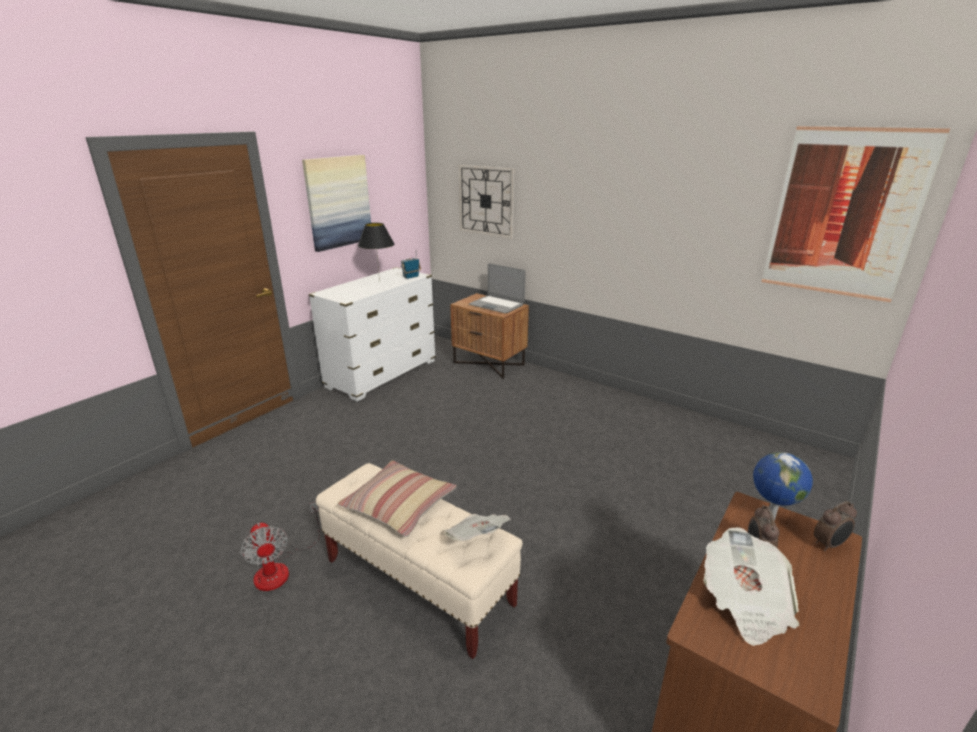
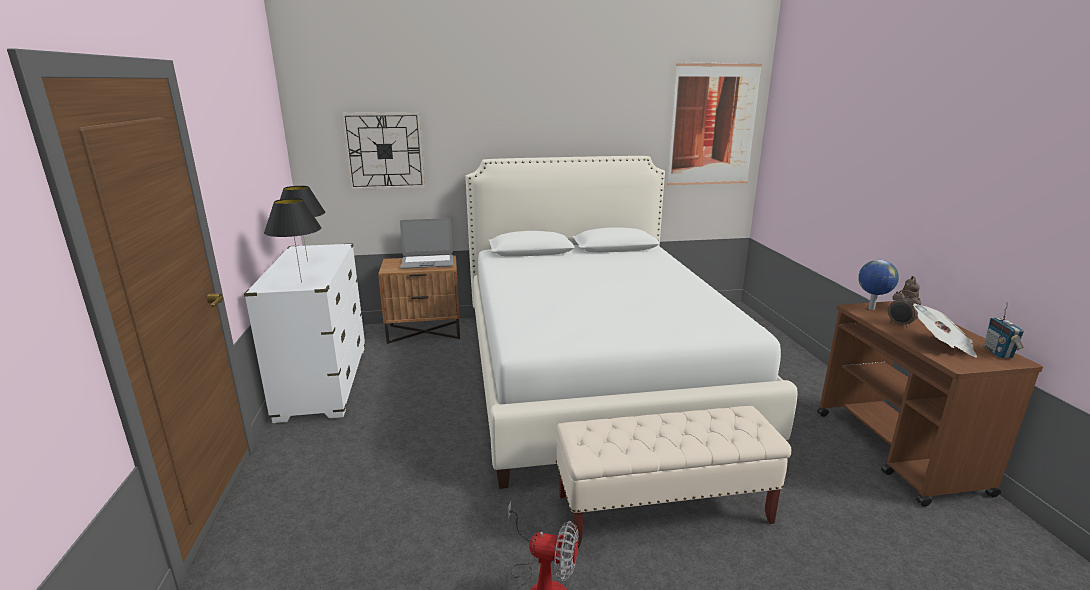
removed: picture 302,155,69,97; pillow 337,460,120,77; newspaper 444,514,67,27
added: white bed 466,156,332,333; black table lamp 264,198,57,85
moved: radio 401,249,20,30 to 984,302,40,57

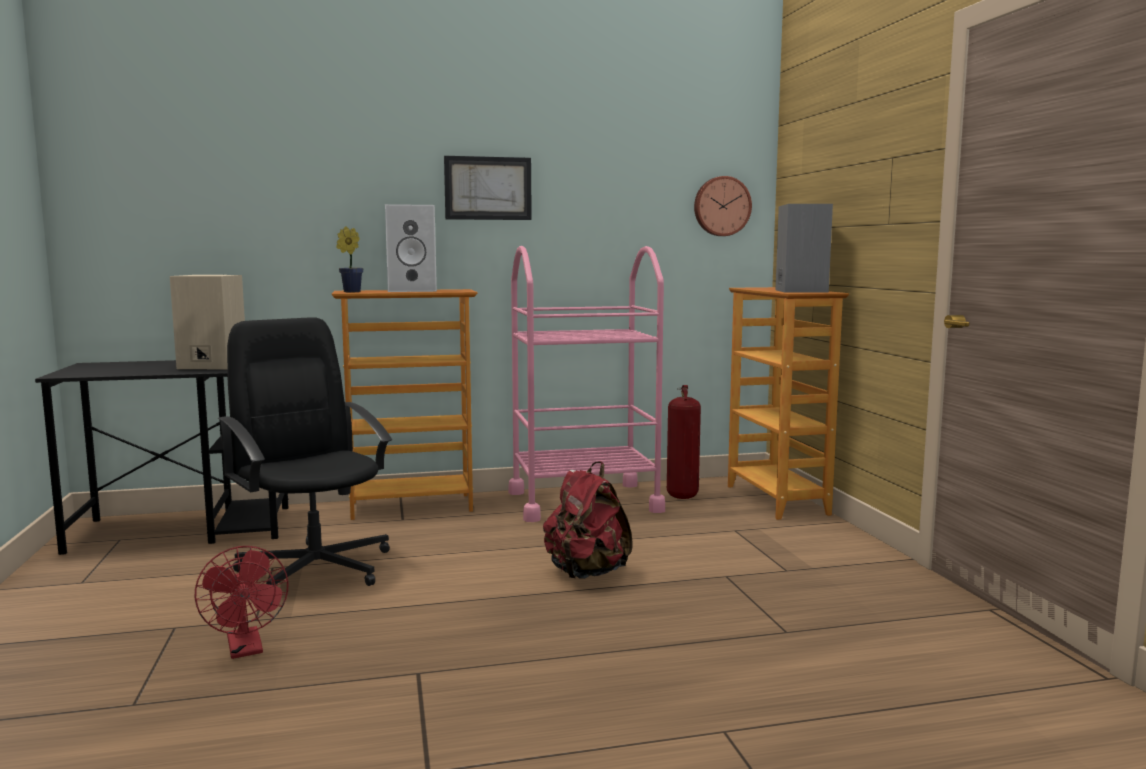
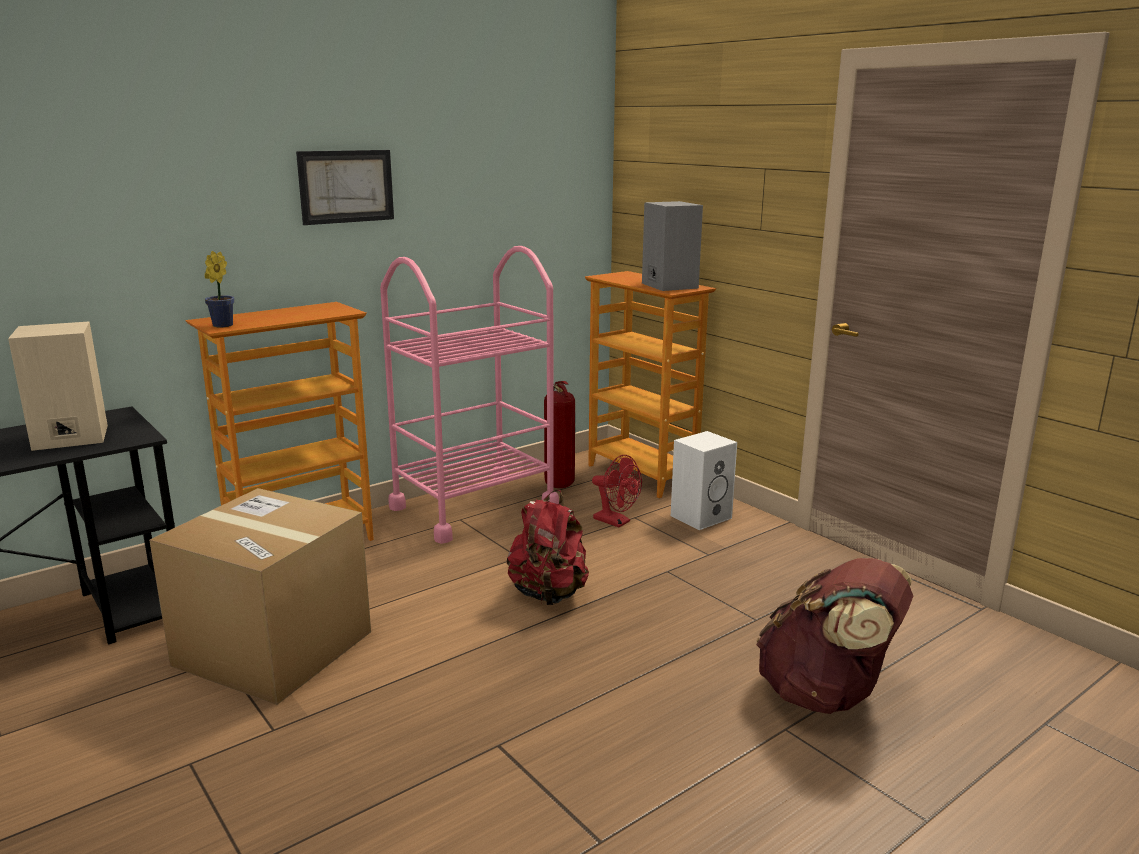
removed: wall clock 694,176,58,60
added: brown backpack 756,558,157,156
moved: white speaker 385,204,52,88 to 671,431,66,99; red fan 195,546,94,113 to 592,455,50,72
replaced: black office chair 217,317,175,269 to cardboard box 149,488,222,217

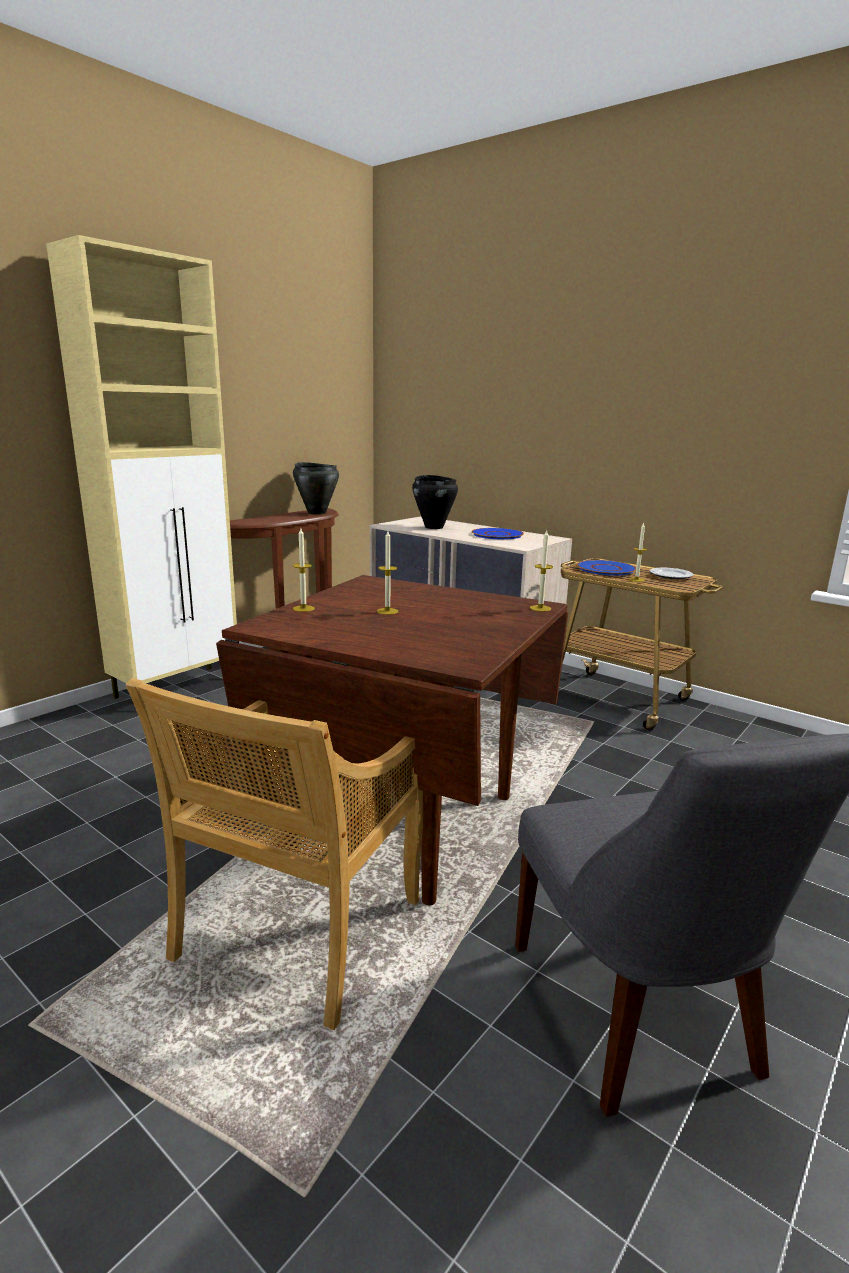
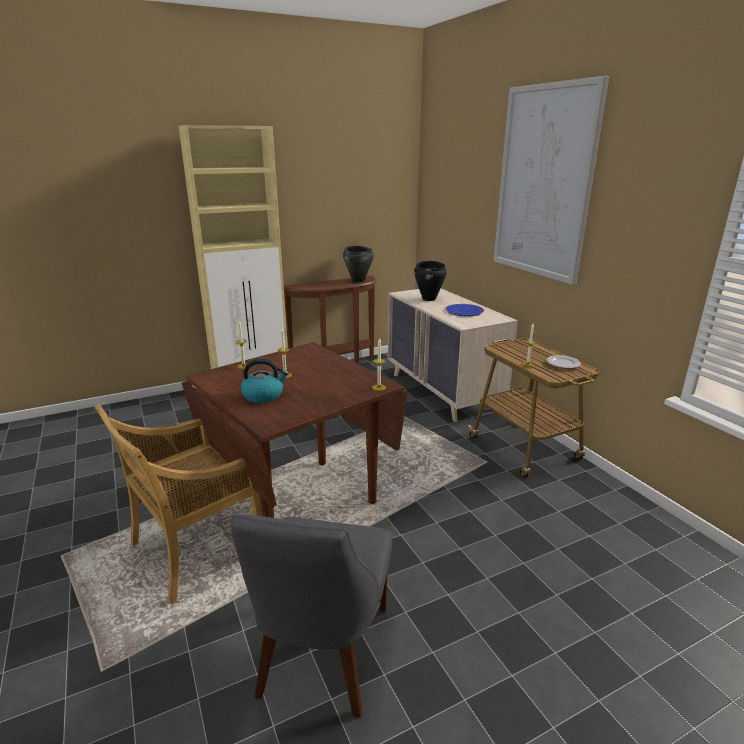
removed: blue plate 577,560,59,16
added: picture 493,76,116,209; kettle 241,359,48,44

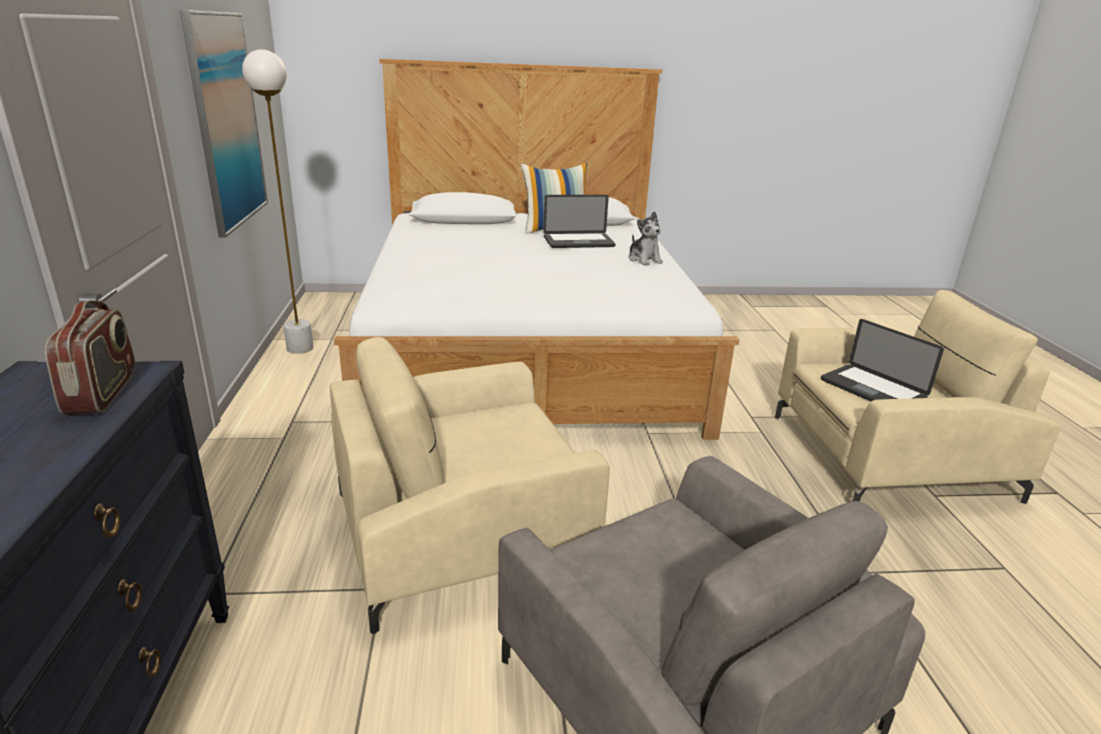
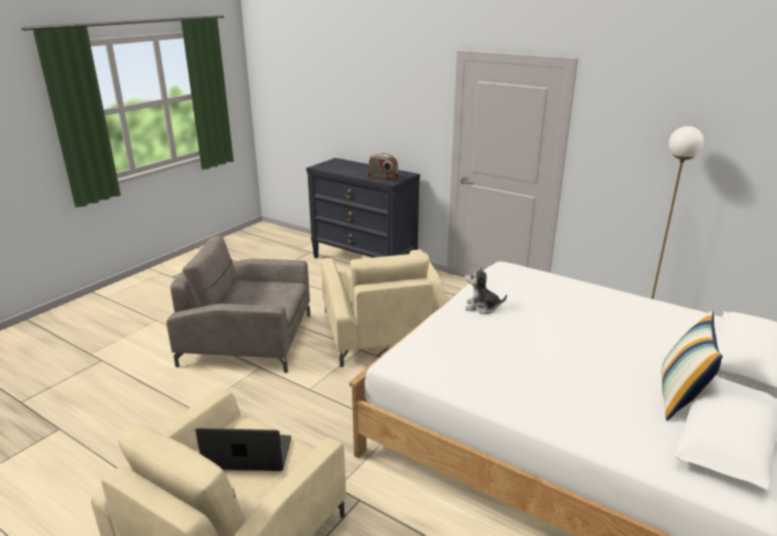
removed: picture 180,10,88,228; laptop 543,195,73,53
moved: plush toy 628,211,35,54 to 465,267,42,47
turned: beige armchair 330,337,280,297 = 321,250,128,117 150 degrees clockwise

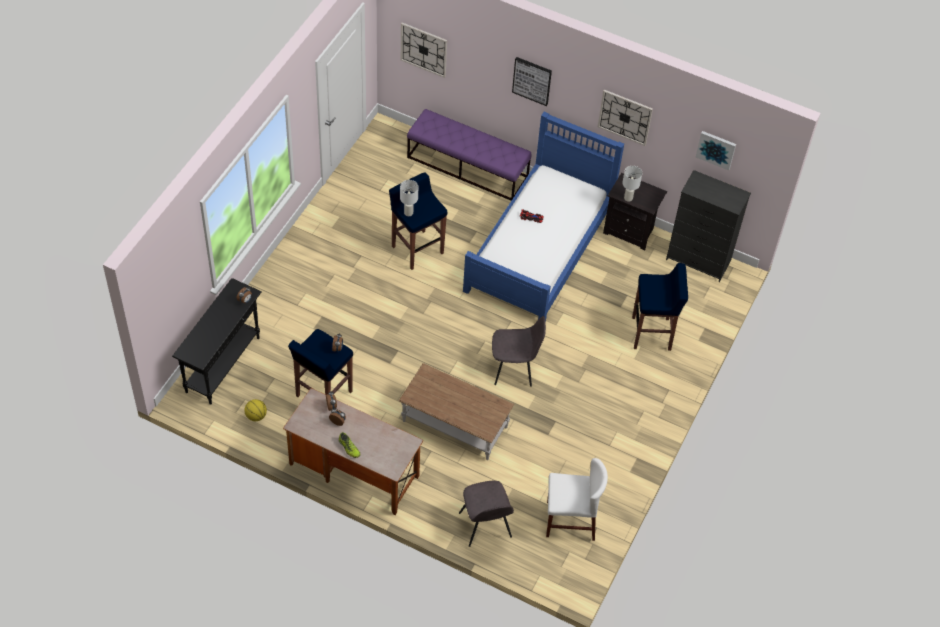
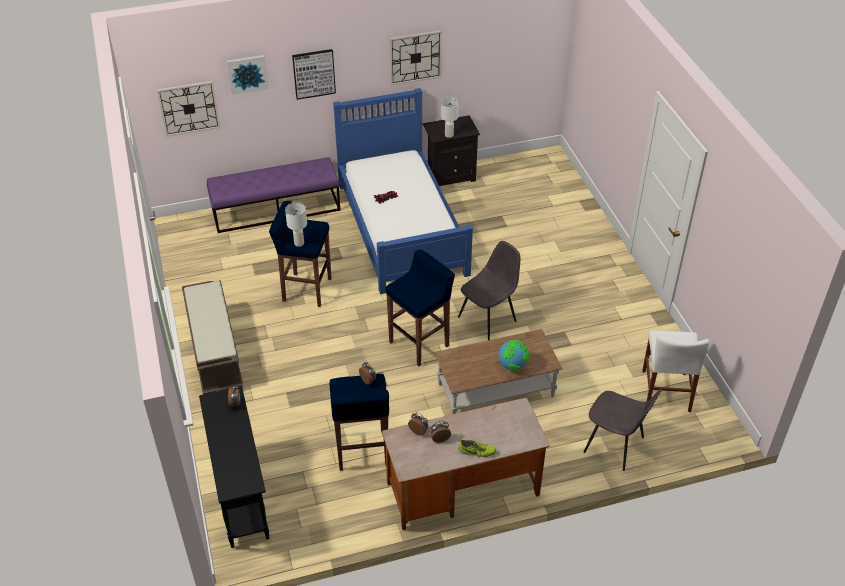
removed: black dresser 666,170,85,112; basketball 244,399,23,22
added: brown bench 182,280,61,114; globe 498,340,31,31
moved: picture 696,131,40,39 to 227,55,42,40; blue stool 632,263,56,88 to 386,249,69,117
turned: white chair 546,458,62,83 = 642,330,67,82 135 degrees clockwise

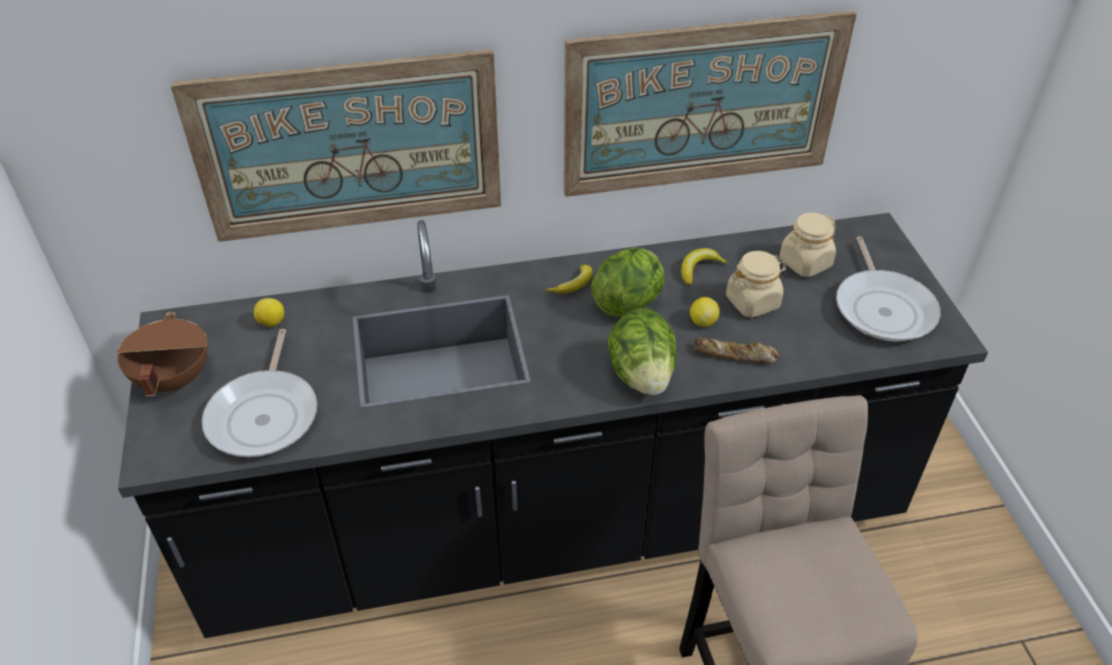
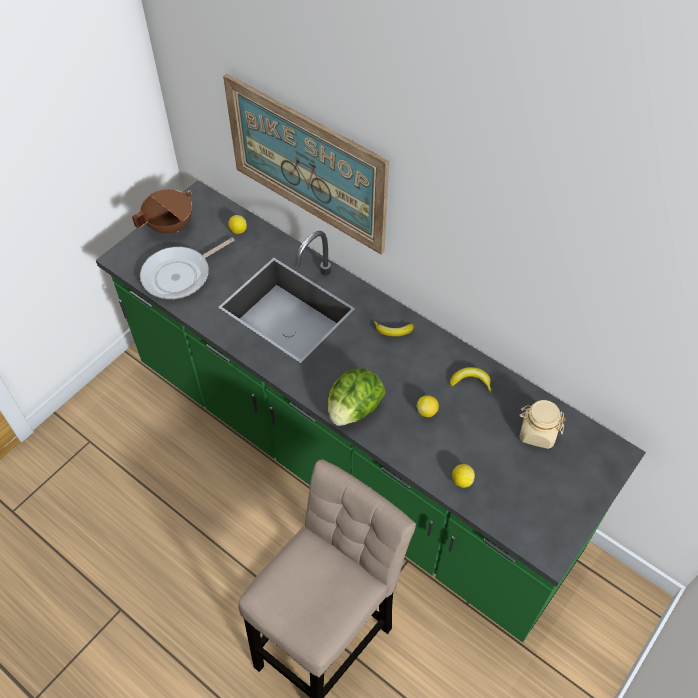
removed: picture 564,10,293,187; frying pan 836,236,105,105; lettuce 591,247,74,71; beige jar 726,251,60,67; bread 694,338,86,26
added: lemon 452,464,23,24
recoloured: black counter 118,213,870,425 to green counter 96,180,550,462

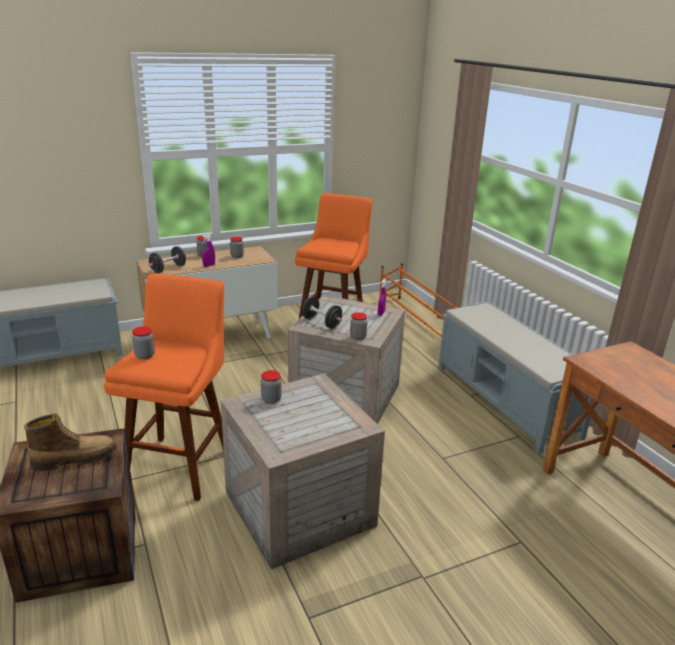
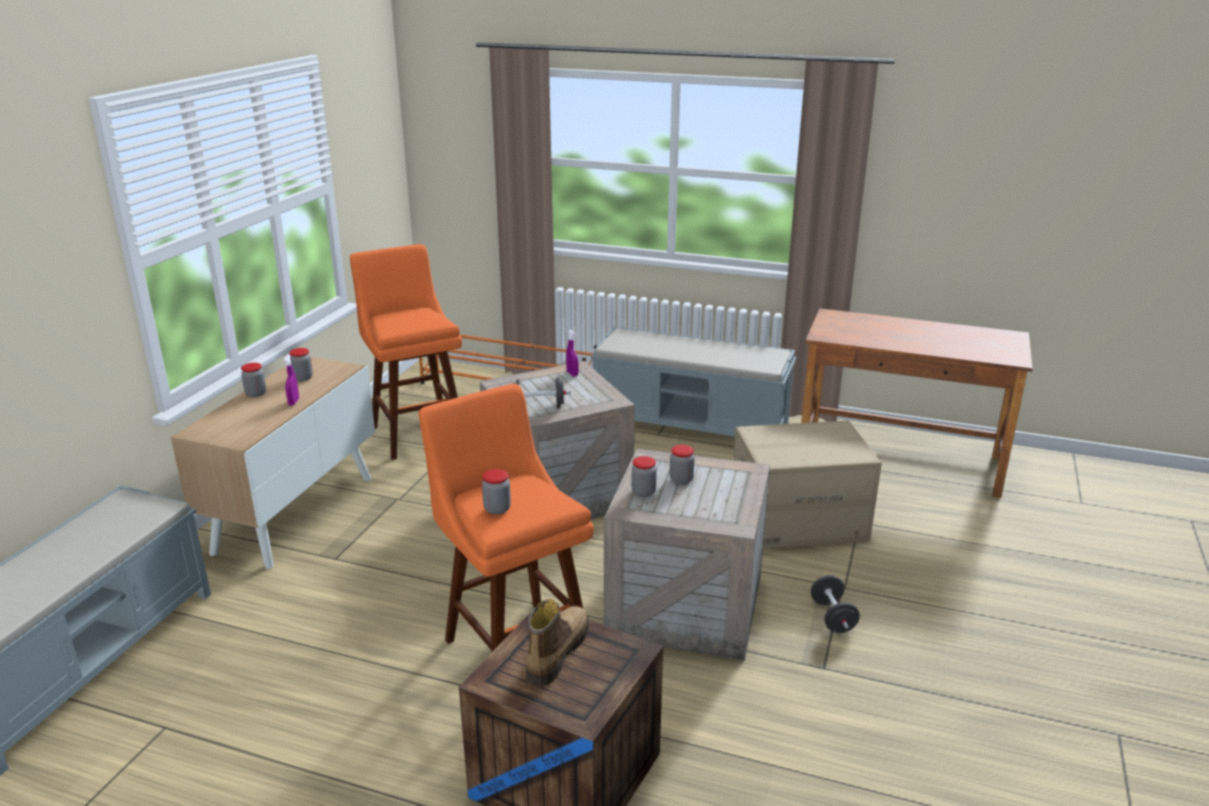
added: cardboard box 733,421,149,128
moved: black dumbbell 149,246,37,27 to 811,575,49,58; jar 350,312,18,28 to 670,445,25,40

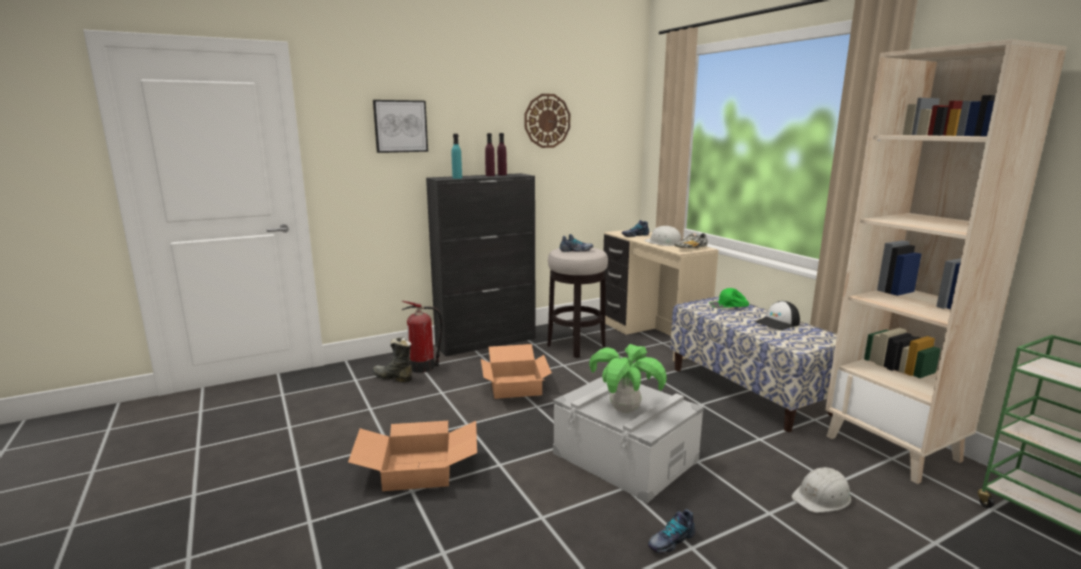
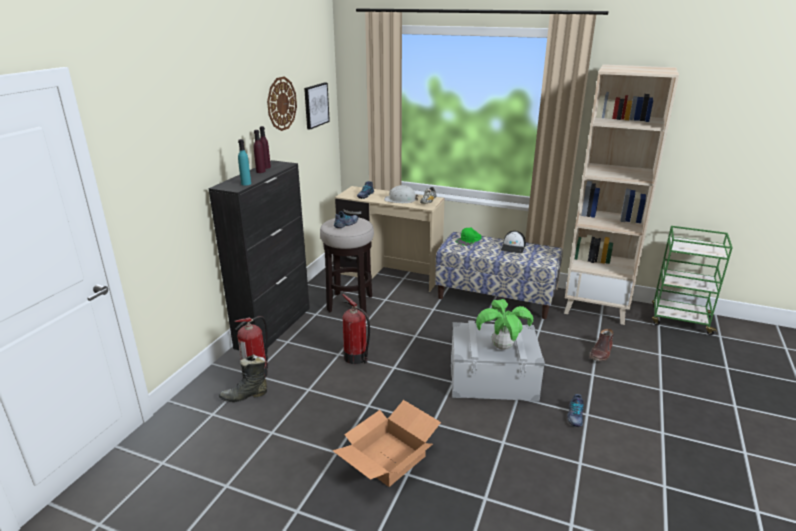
moved: picture 373,100,55,53 to 304,83,26,47
replaced: cardboard box 481,344,71,55 to fire extinguisher 342,294,28,70; white hard hat 792,467,59,46 to brown boot 589,328,25,33

